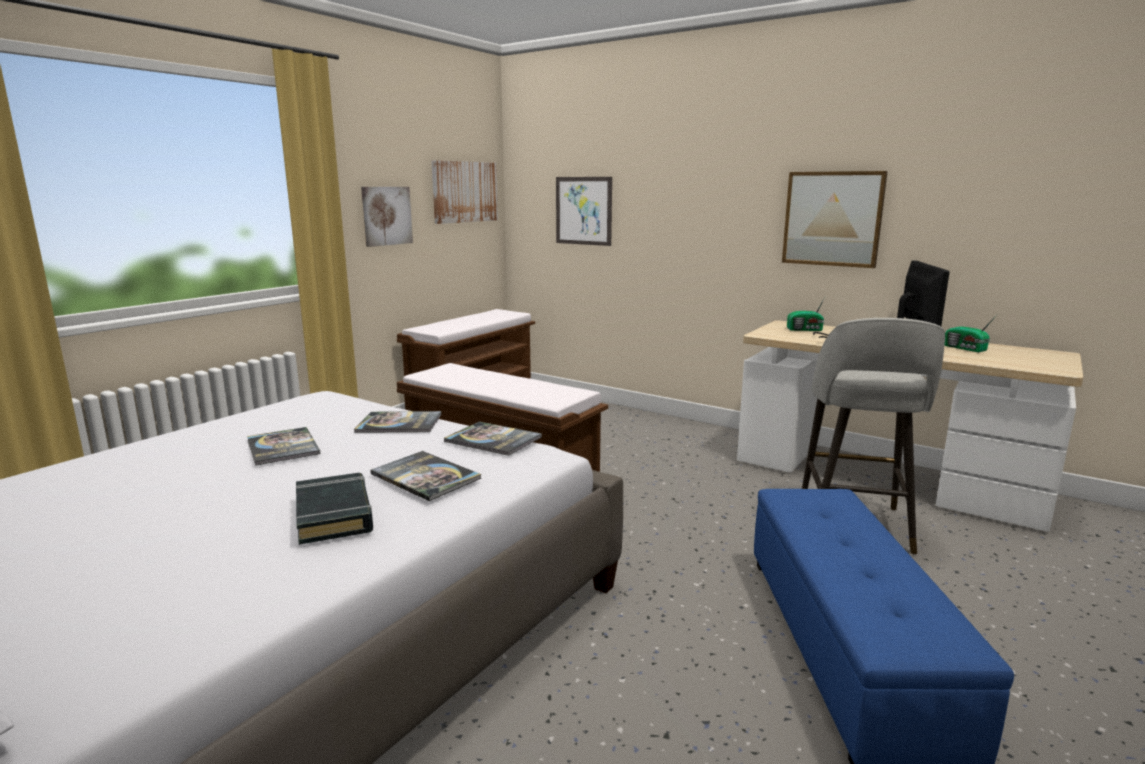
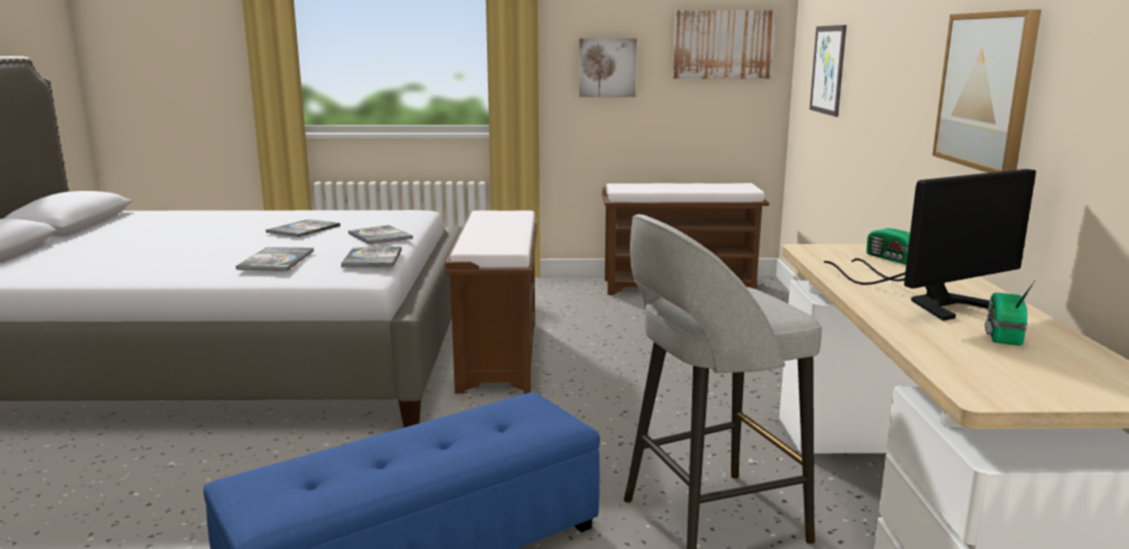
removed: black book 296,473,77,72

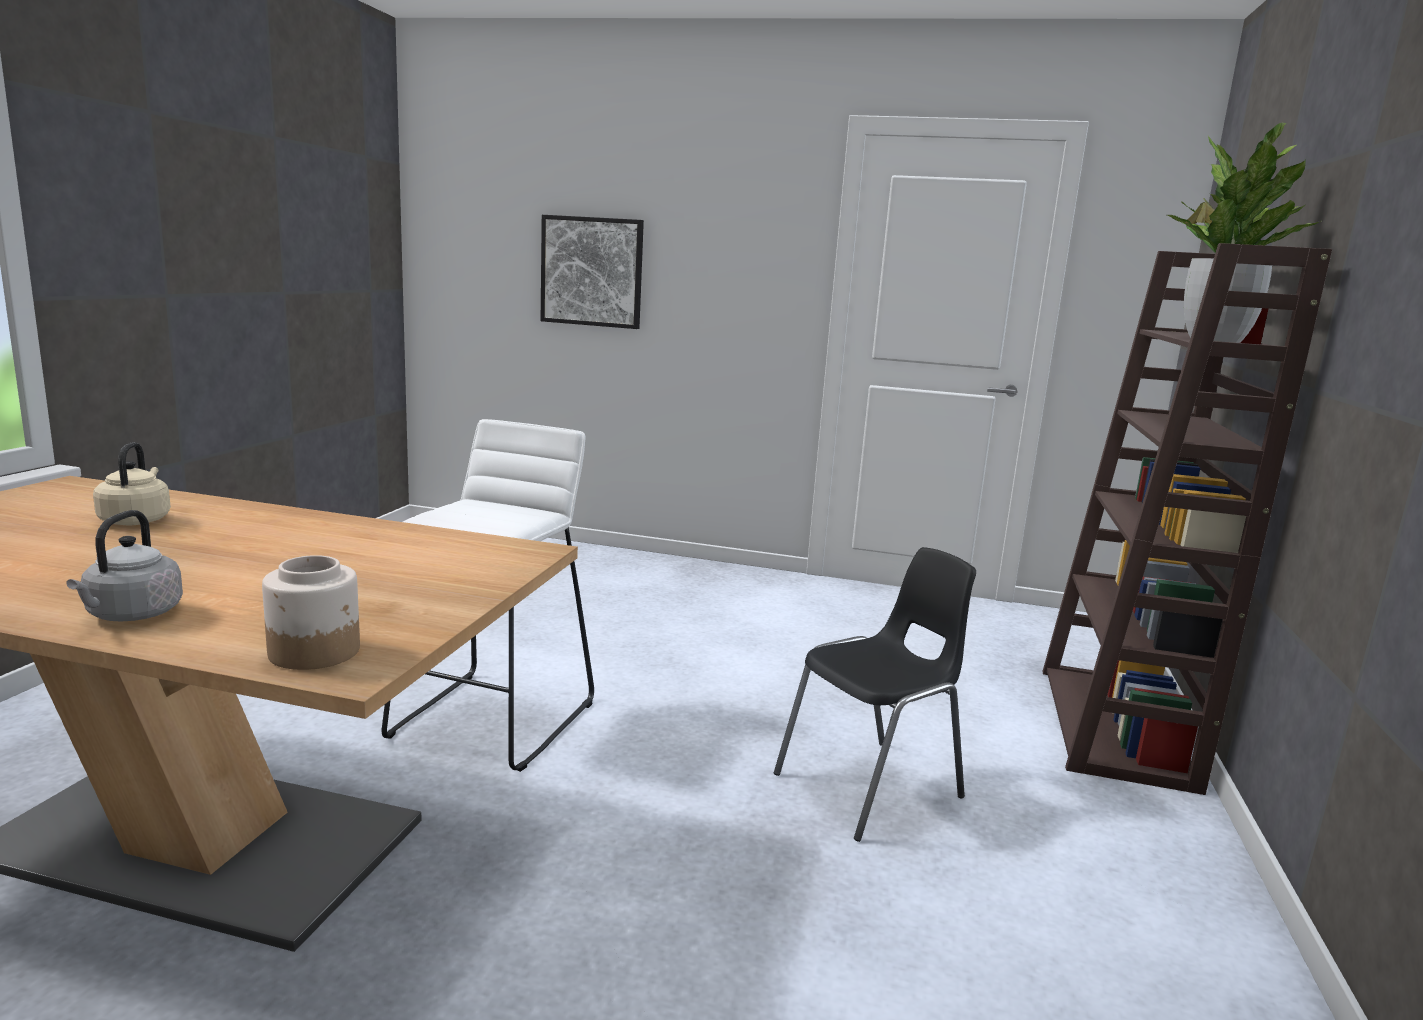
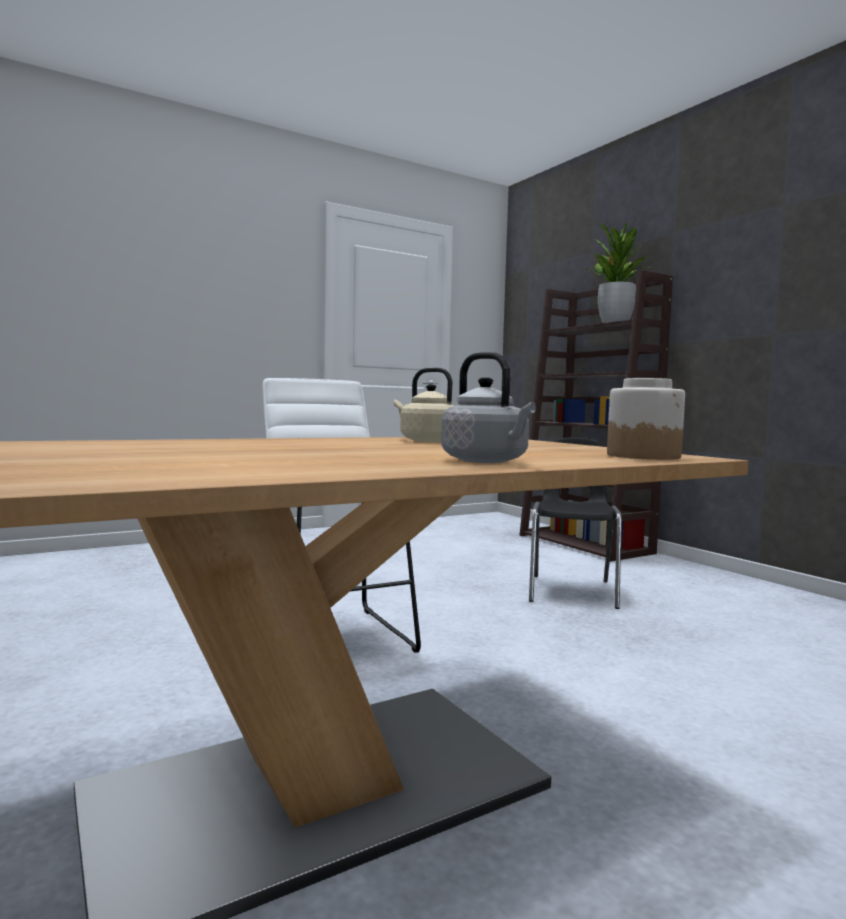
removed: picture 541,215,103,114
moved: beige kettle 93,442,78,83 to 394,368,60,74

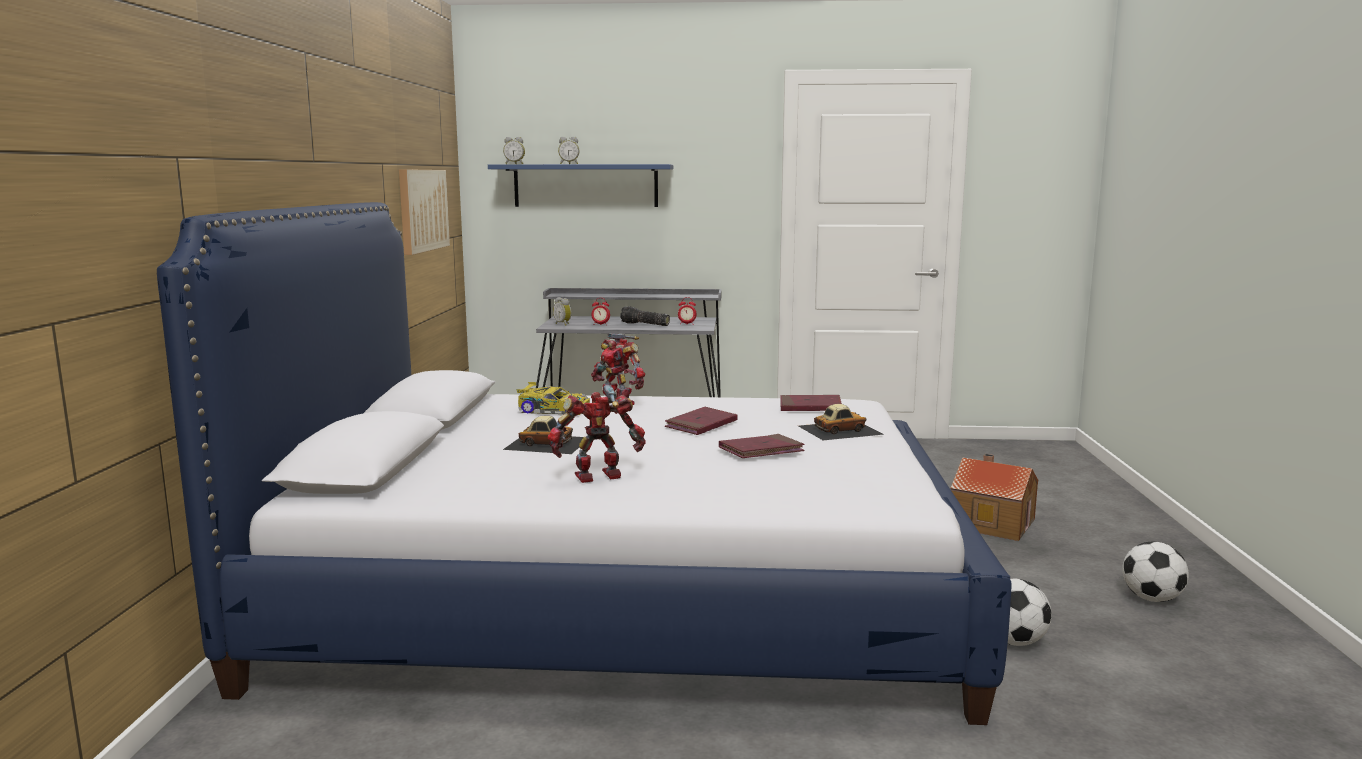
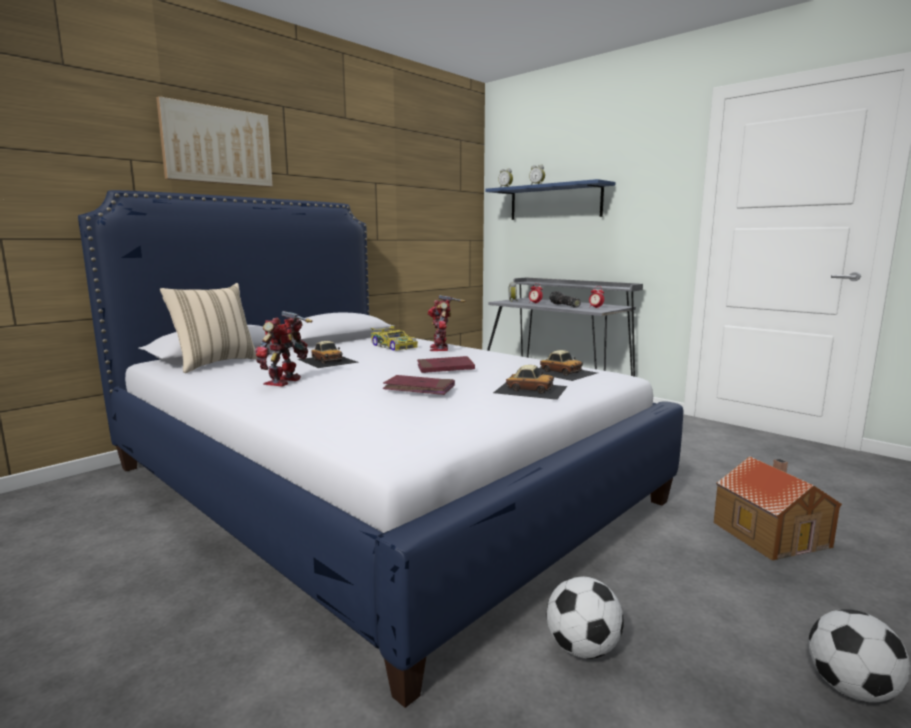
added: beige pillow 160,283,98,90
moved: picture 399,169,51,86 to 156,96,117,91
replaced: red book 780,395,62,16 to toy car 538,350,59,31
turned: toy robot 548,385,97,98 = 255,311,58,76 90 degrees counterclockwise

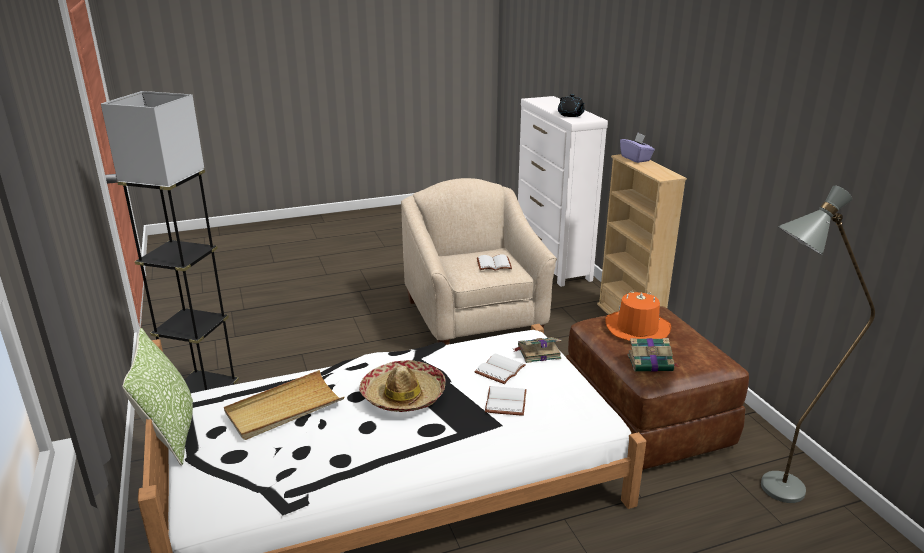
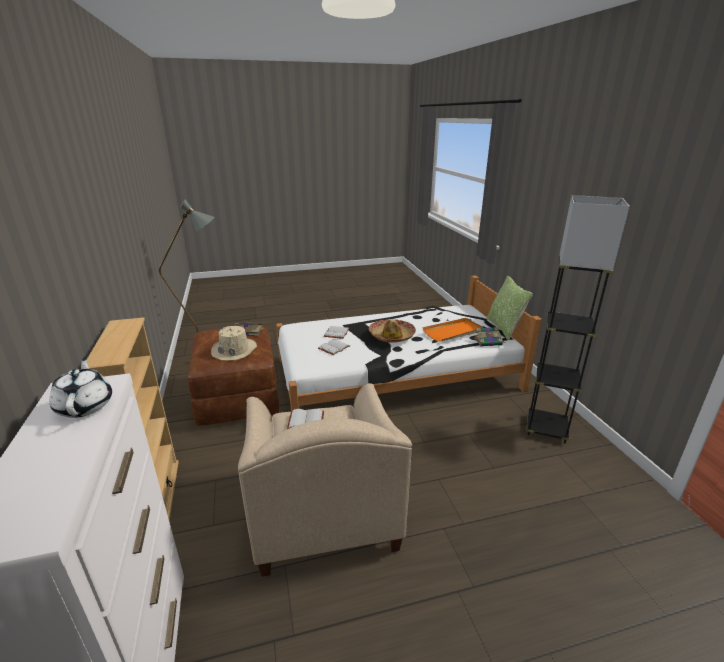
removed: purple tissue box 620,133,35,30
moved: book 514,337,47,26 to 474,327,32,20
recoloured: black teapot 558,94,27,23 to white teapot 50,357,62,61; orange hat 605,291,66,50 to beige hat 211,326,46,35; beige tray 224,370,120,70 to orange tray 422,318,62,24

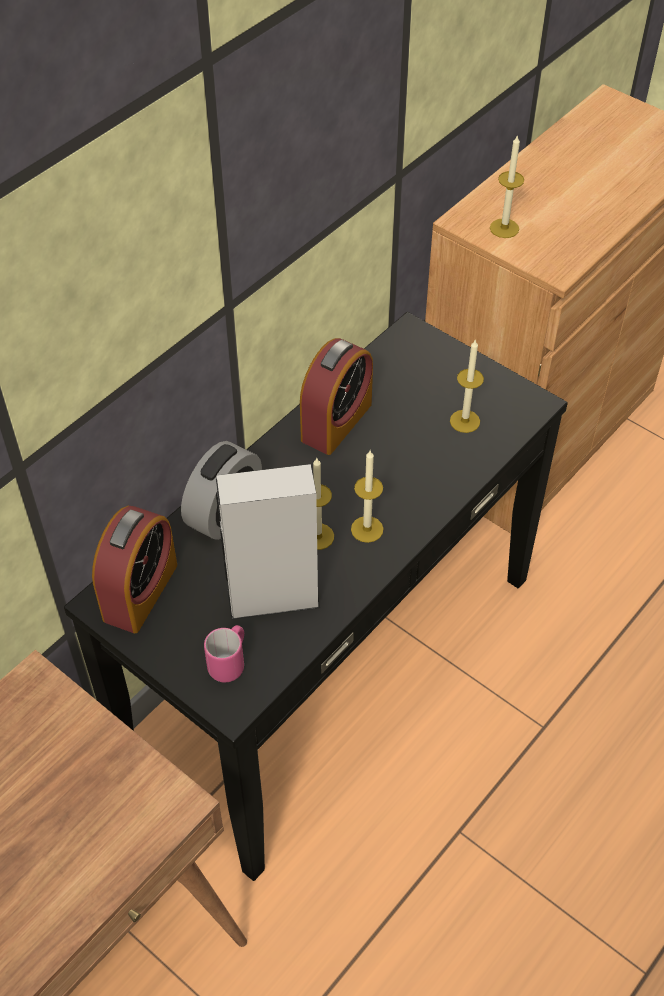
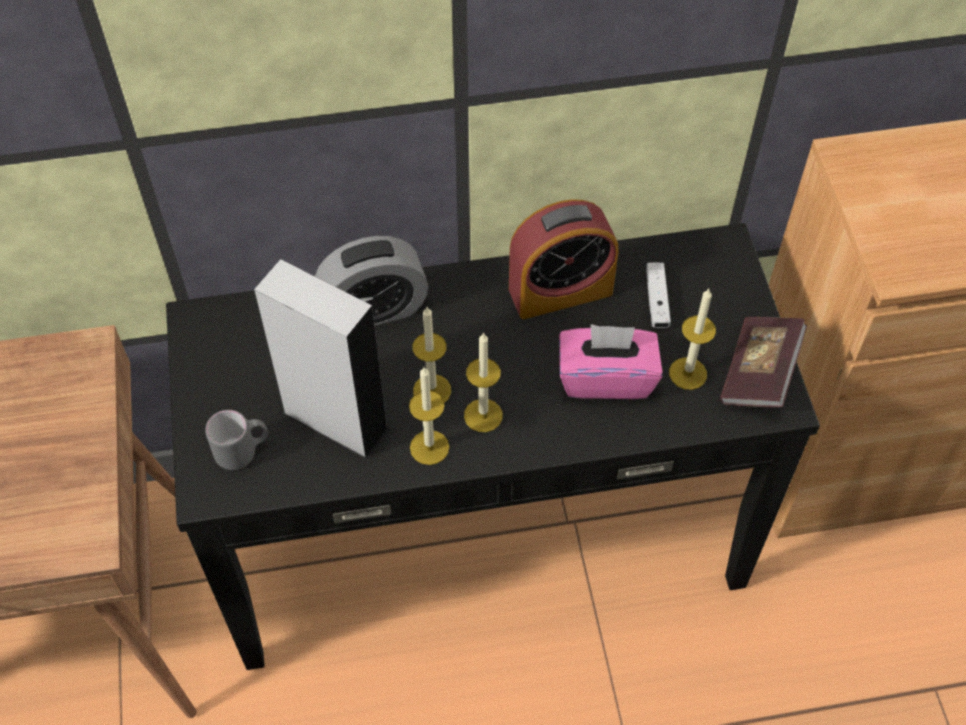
removed: alarm clock 92,506,85,127
added: white game controller 646,262,25,66; book 720,317,87,90; pink tissue box 559,324,104,75
moved: candle 490,135,34,103 to 409,367,40,98
recoloured: pink mug 204,625,40,57 to grey mug 205,410,63,60

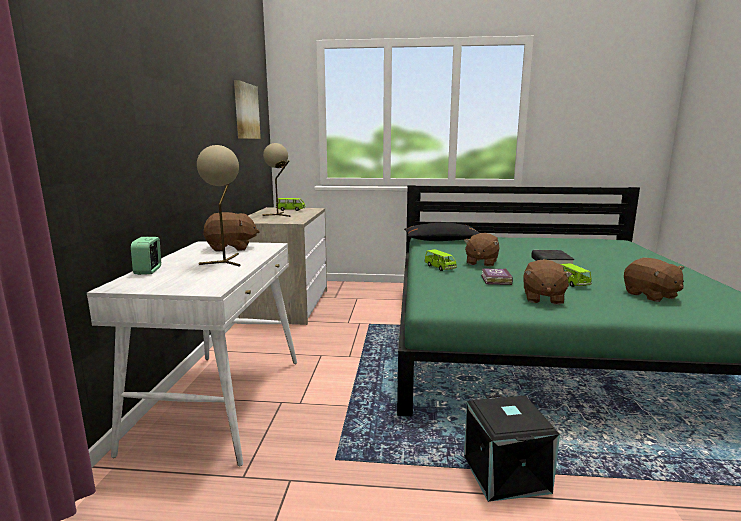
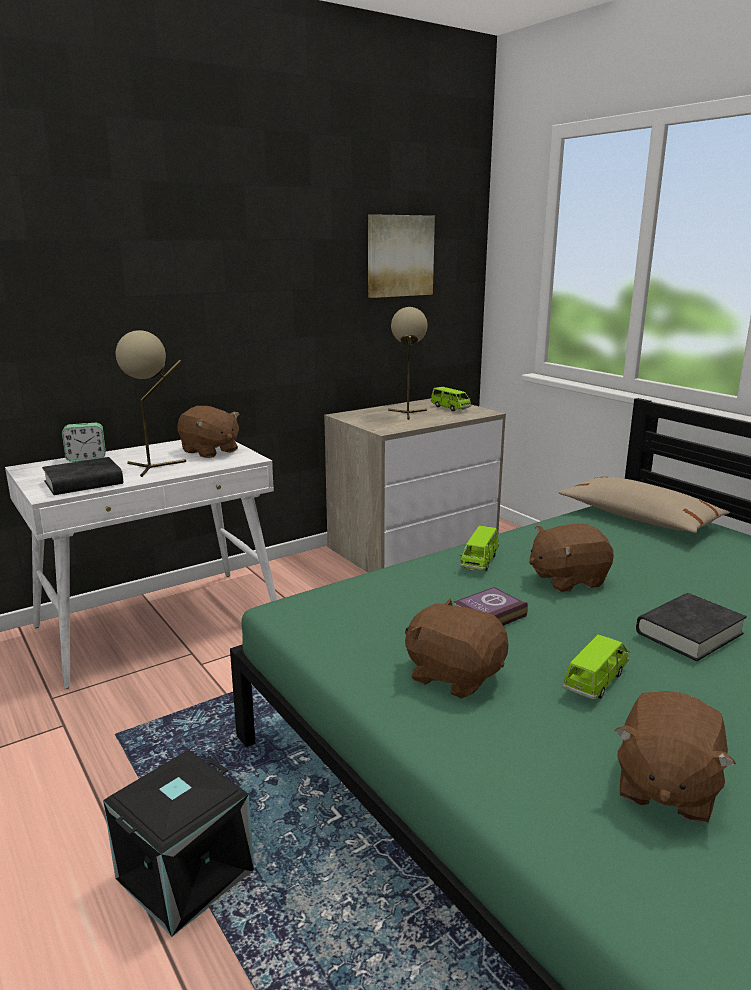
added: black book 42,457,81,38
recoloured: black pillow 404,223,75,18 to beige pillow 558,477,172,56
turned: alarm clock 131,237,30,38 = 62,423,44,39 150 degrees counterclockwise; brown plush toy 523,259,50,46 = 405,598,103,101 60 degrees clockwise

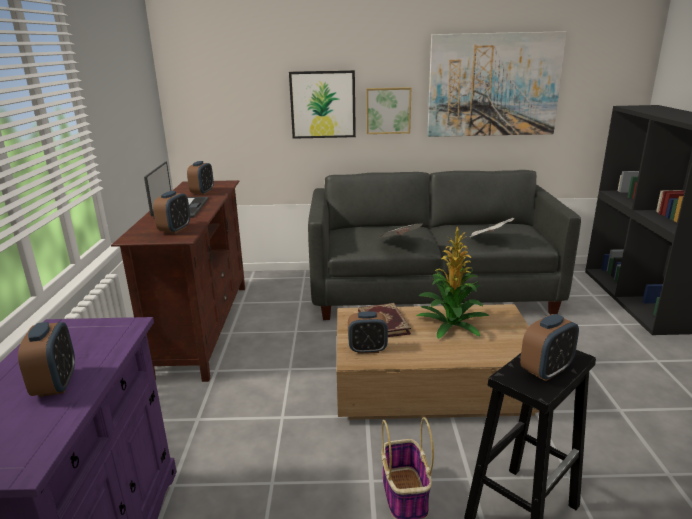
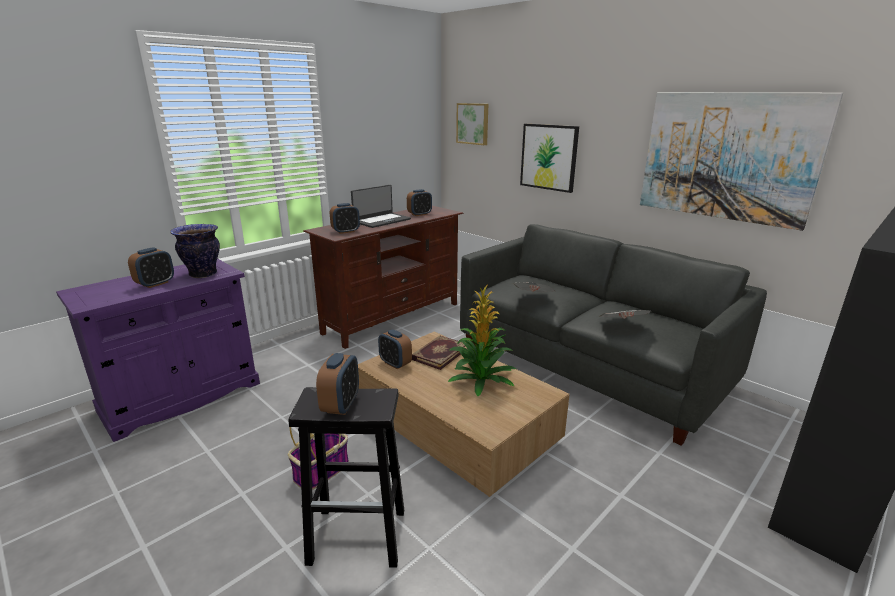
added: vase 170,224,50,54
moved: picture 366,87,45,47 to 456,103,32,42
turned: alarm clock 520,314,59,67 = 316,353,43,62 90 degrees counterclockwise

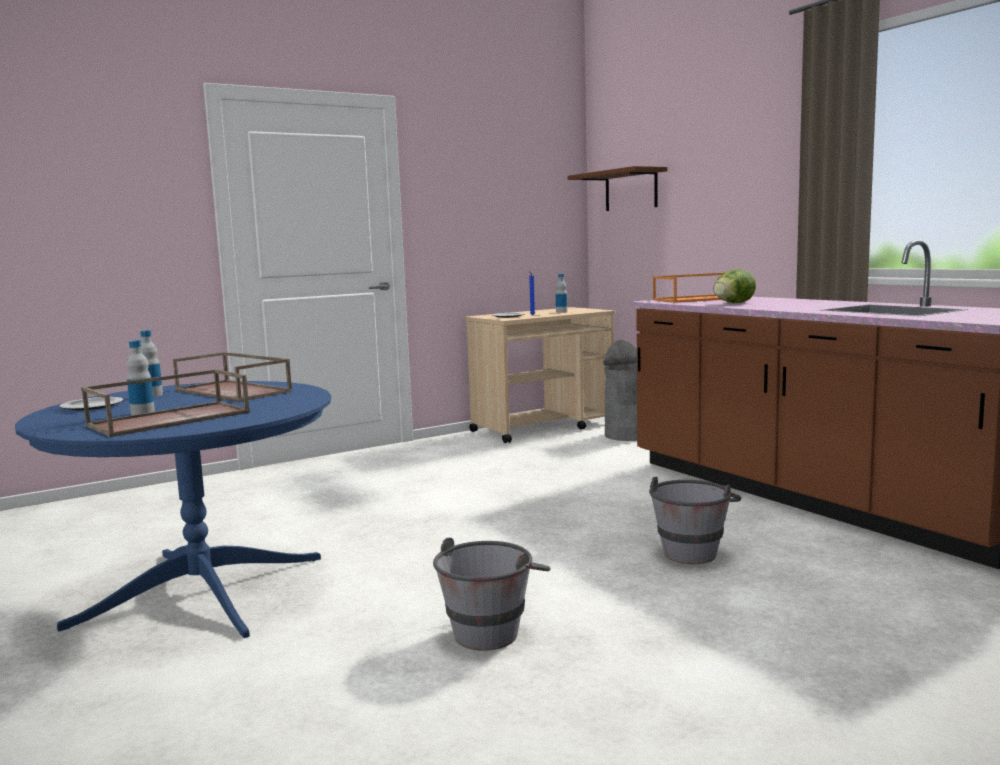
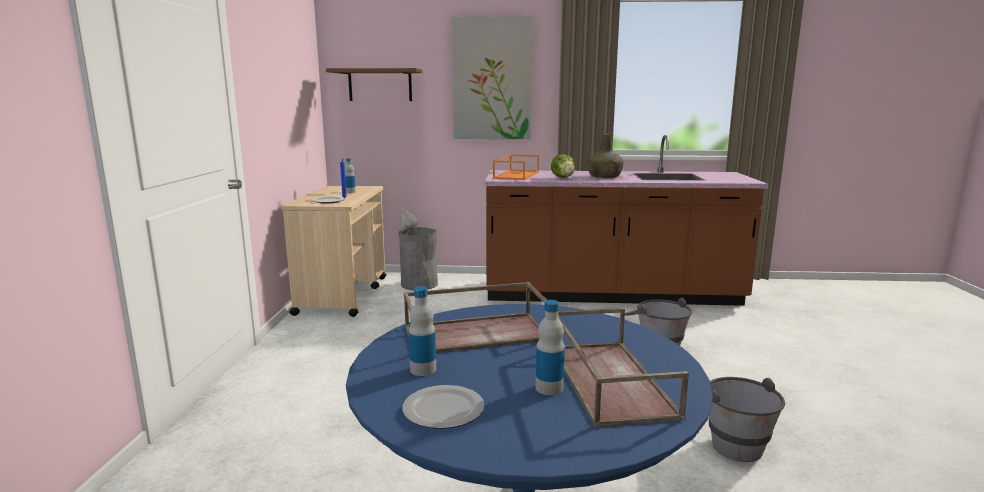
added: picture 452,16,81,123; green bottle 587,134,37,44

